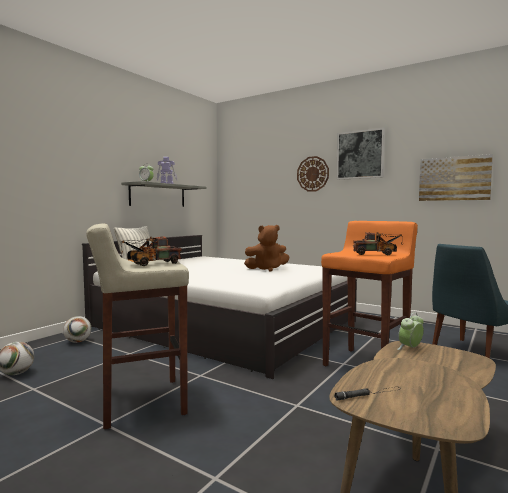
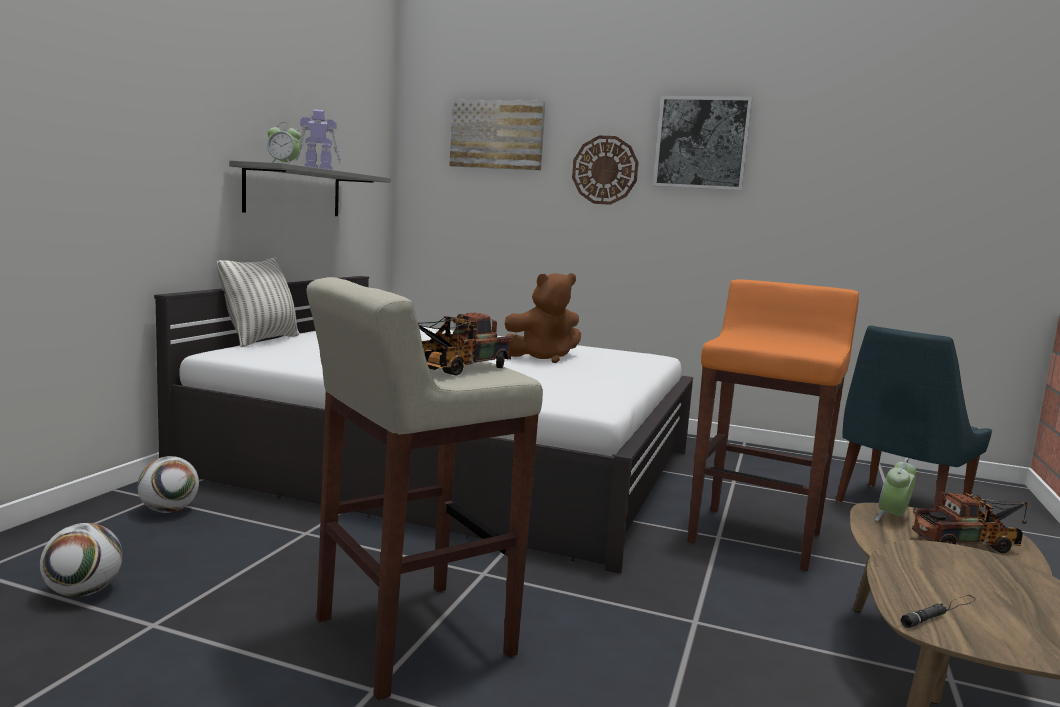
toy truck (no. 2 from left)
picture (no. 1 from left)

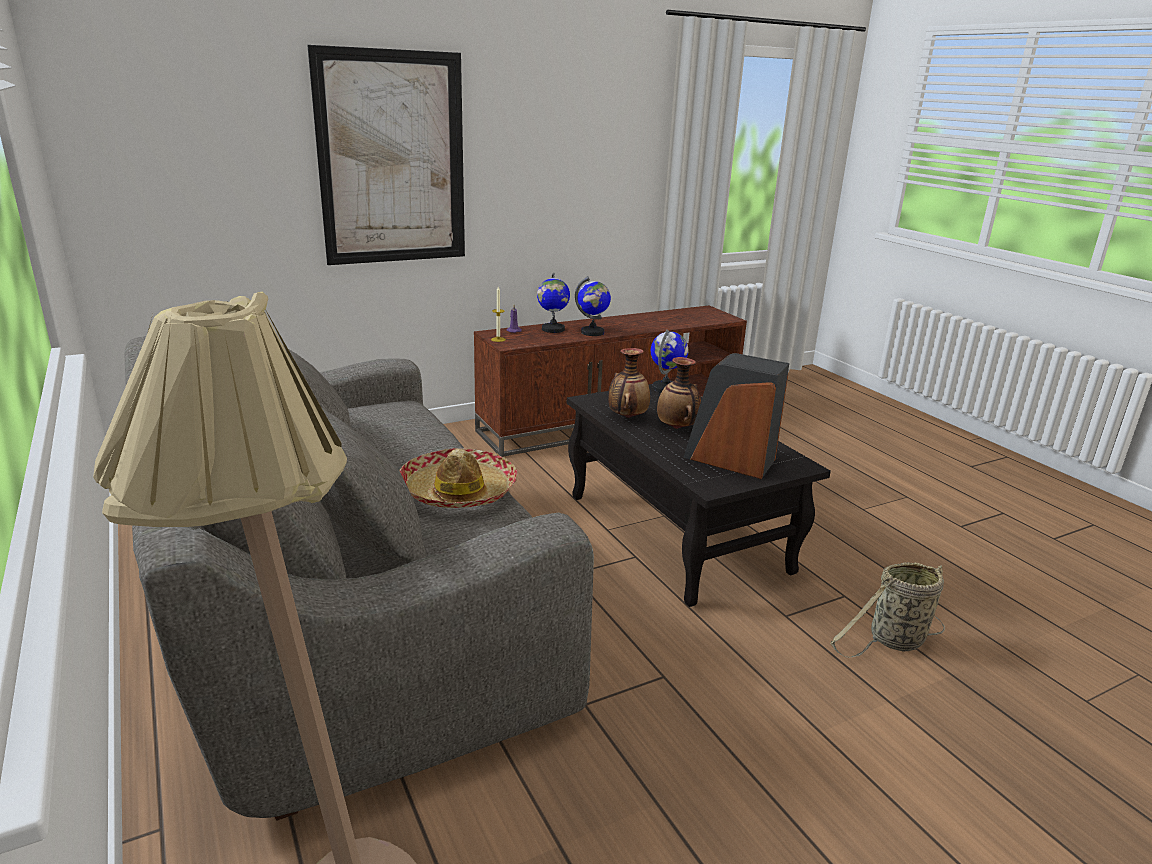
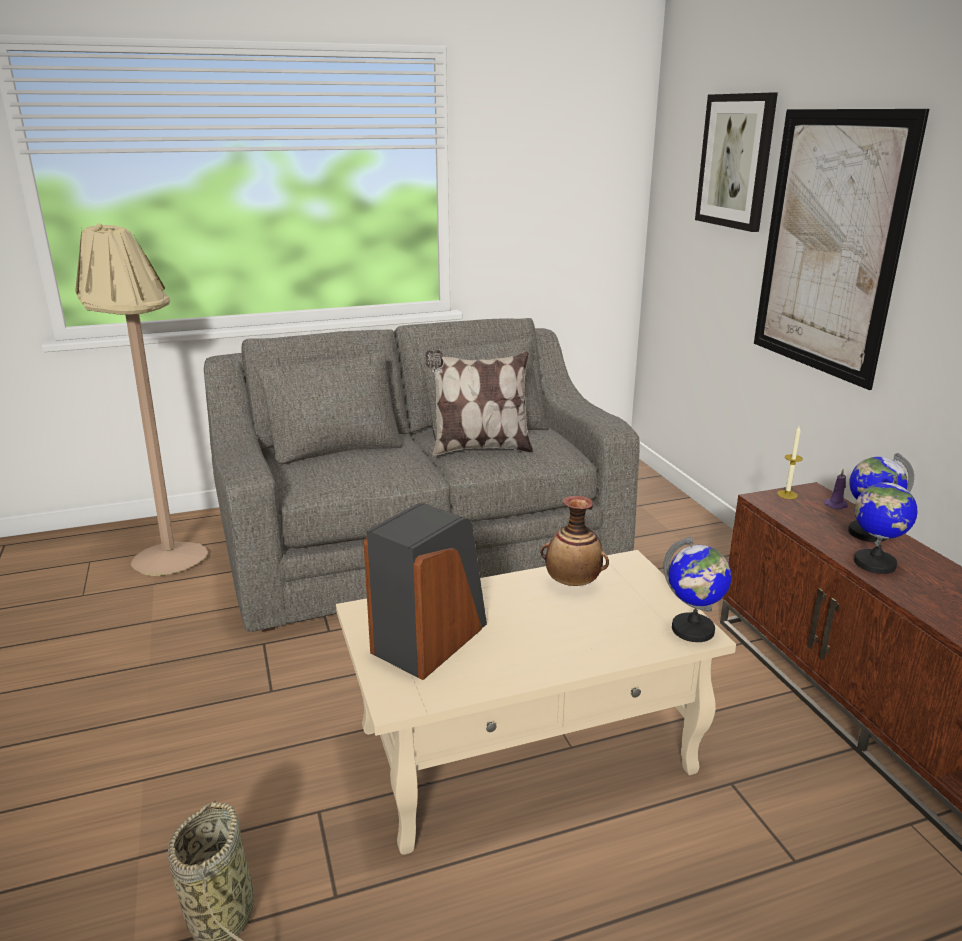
hat
vase (no. 2 from left in the first image)
pillow
picture (no. 1 from left)
coffee table in beige

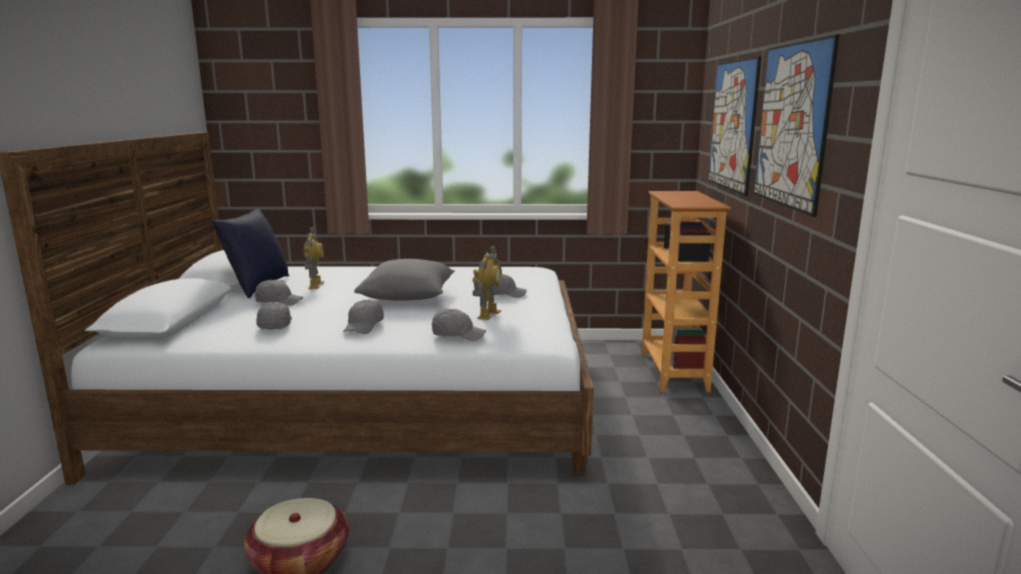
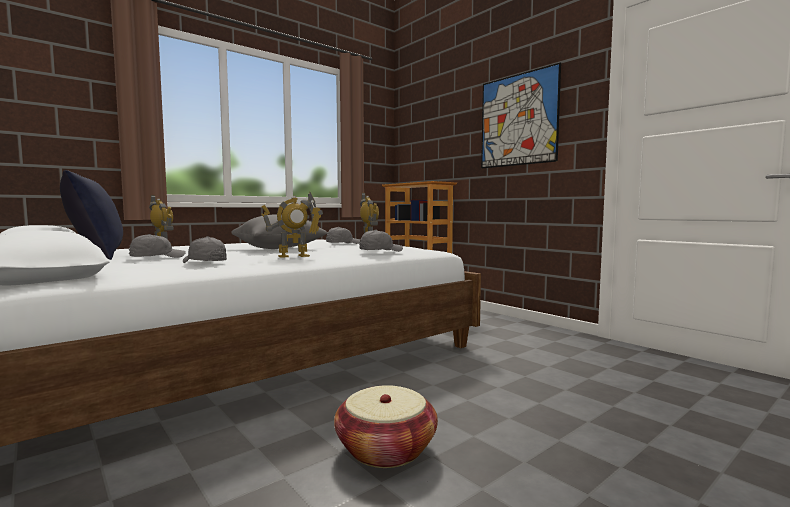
picture (no. 1 from left in the first image)
toy robot (no. 2 from left)

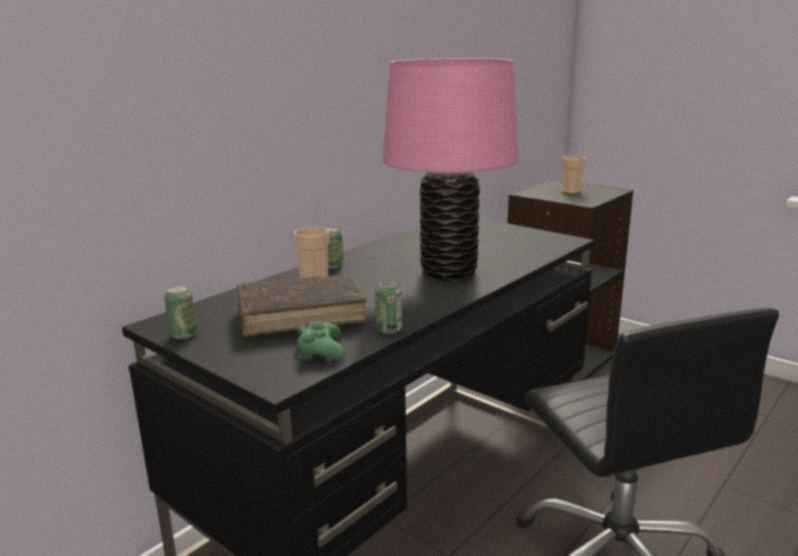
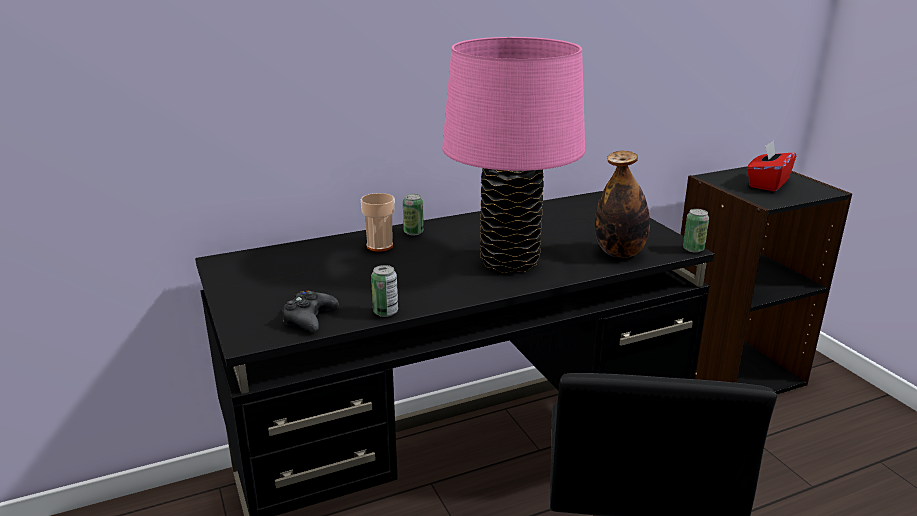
book in brown
bottle
can (no. 3 from left)
tissue box in red
game controller in black

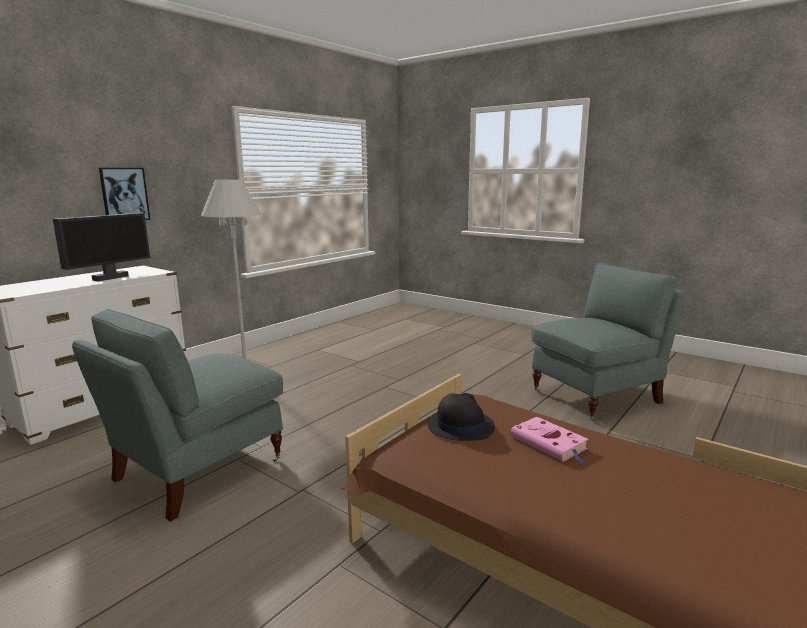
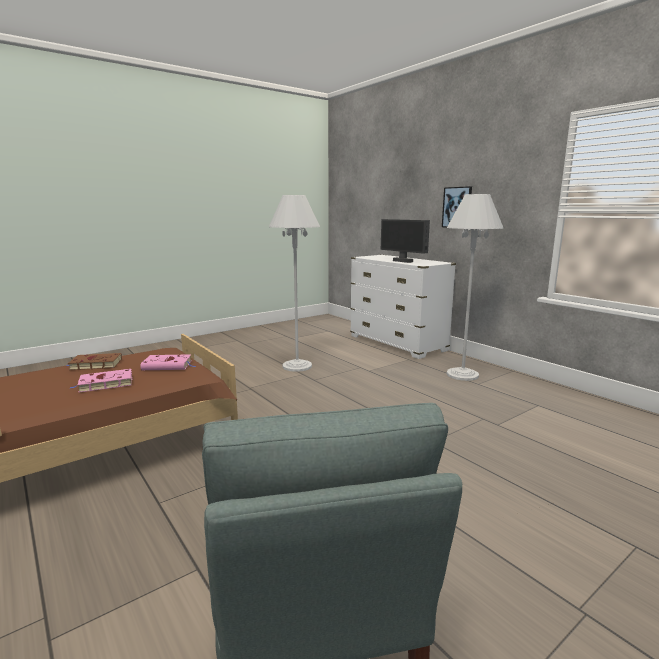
book in brown
floor lamp in white (no. 1 from left)
book in pink (no. 2 from left)

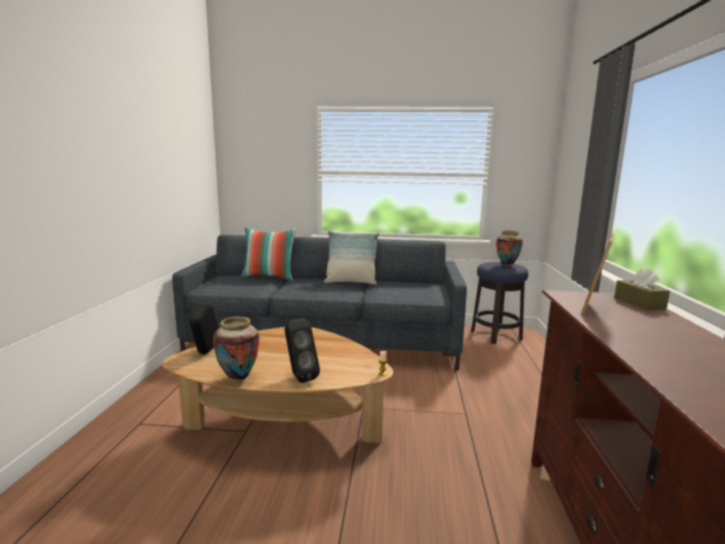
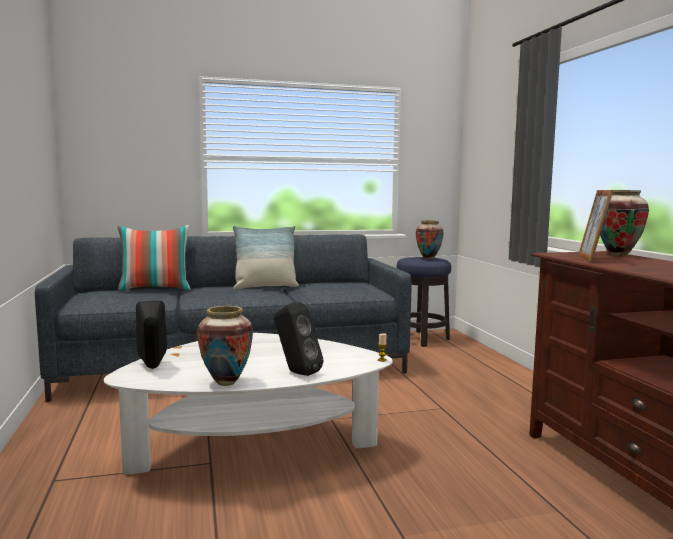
vase (no. 3 from left)
coffee table in white

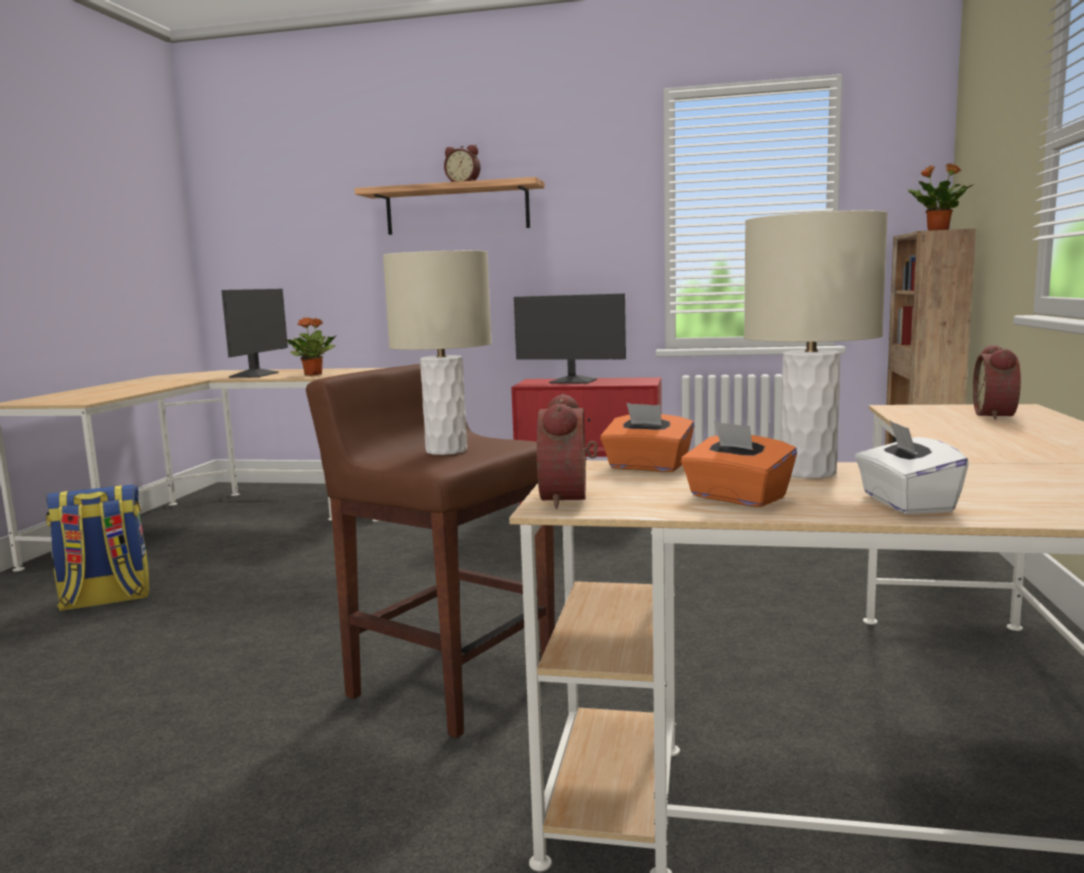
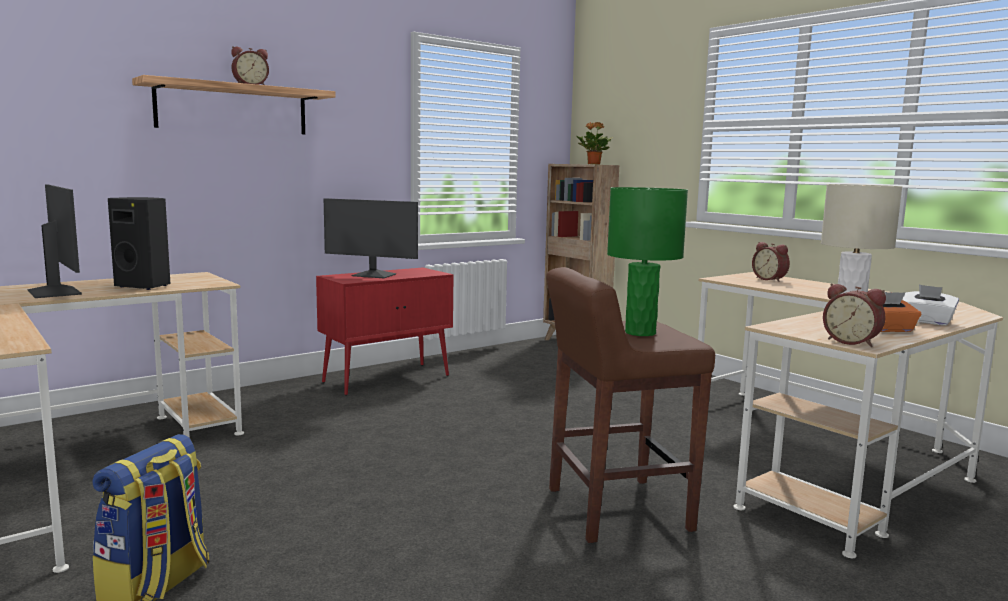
tissue box in orange (no. 1 from left in the first image)
speaker in black
table lamp in green
monitor (no. 2 from left)

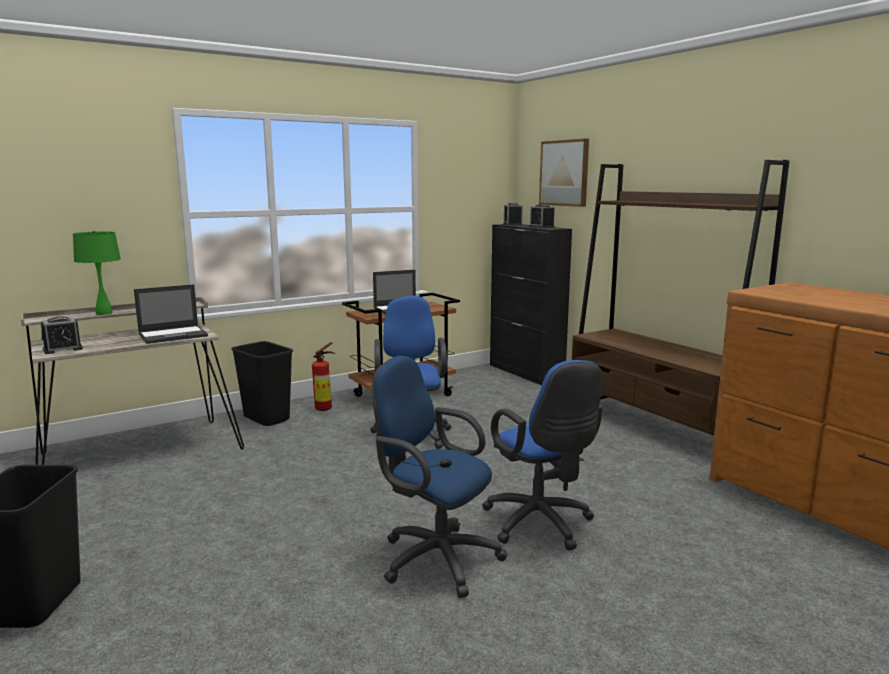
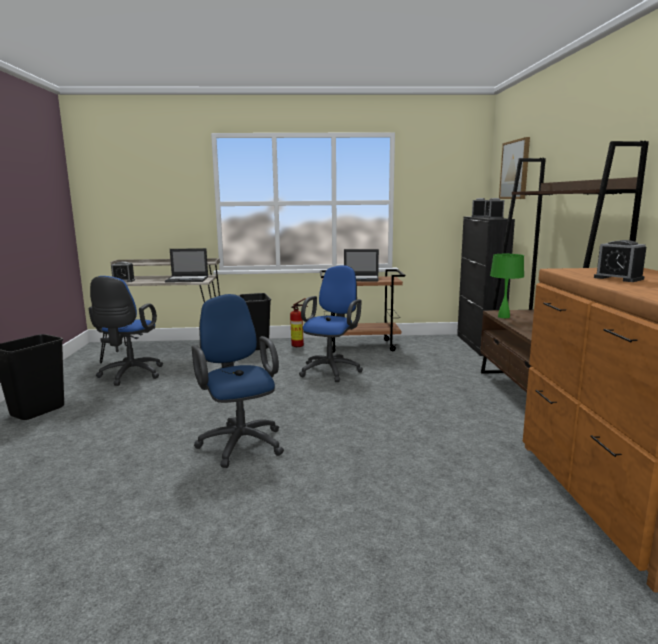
alarm clock (no. 4 from left)
table lamp in green
office chair in blue (no. 1 from left)

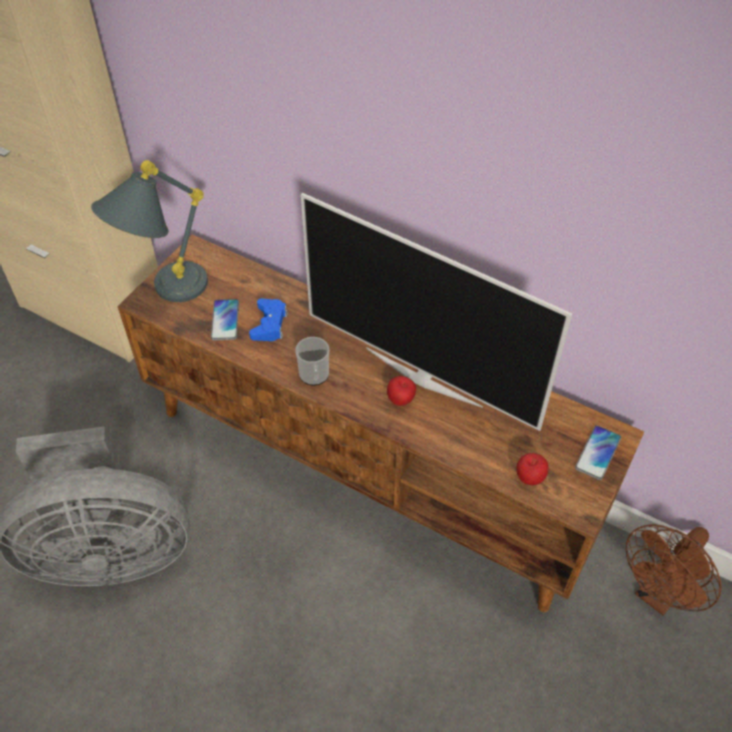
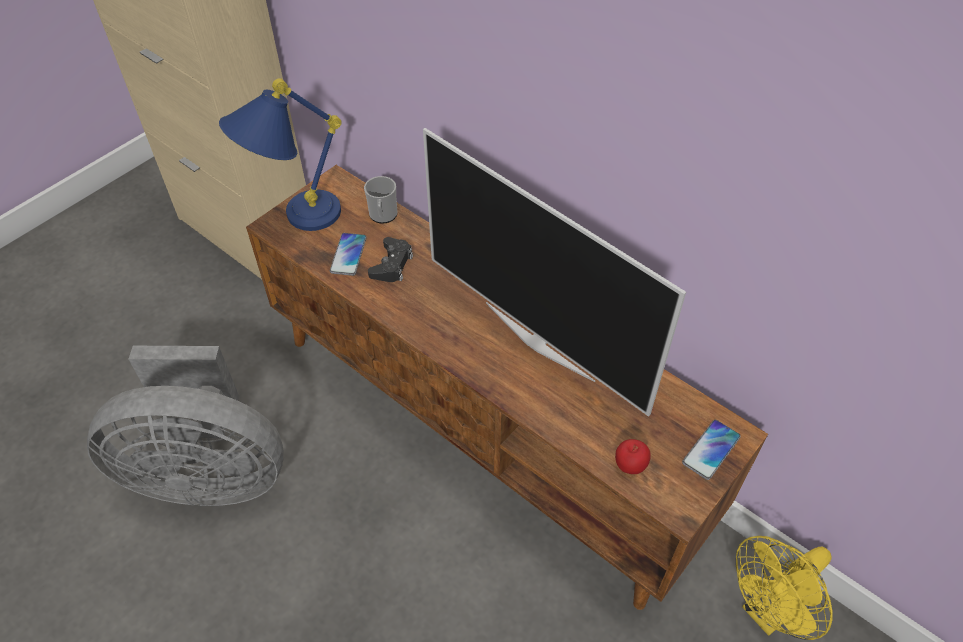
apple (no. 1 from left in the first image)
mug
table lamp in blue
game controller in black
fan in yellow

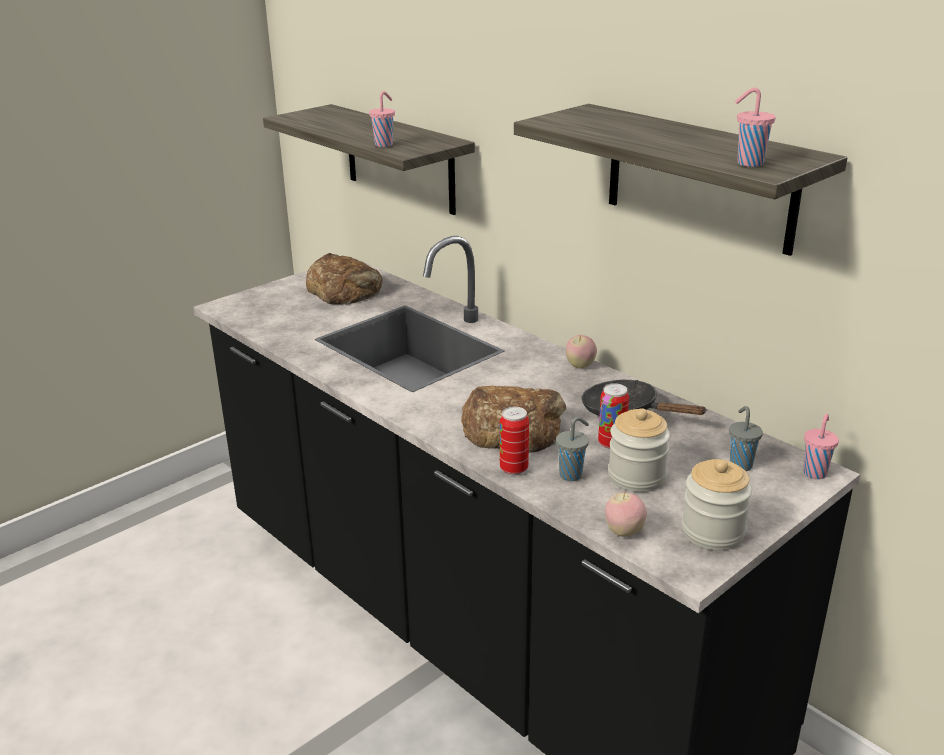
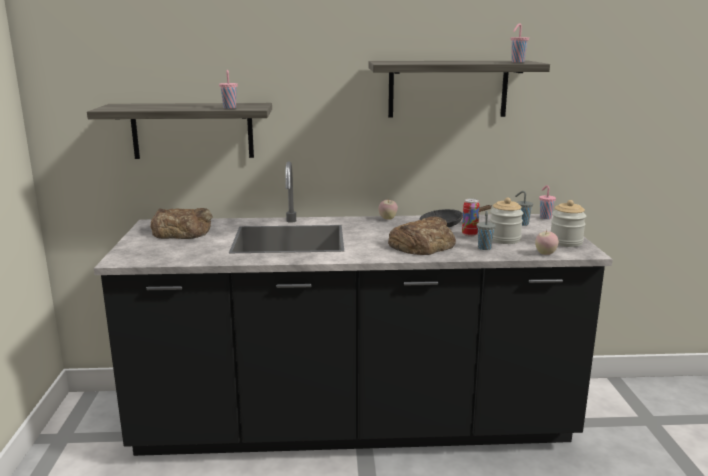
can (no. 1 from left in the first image)

